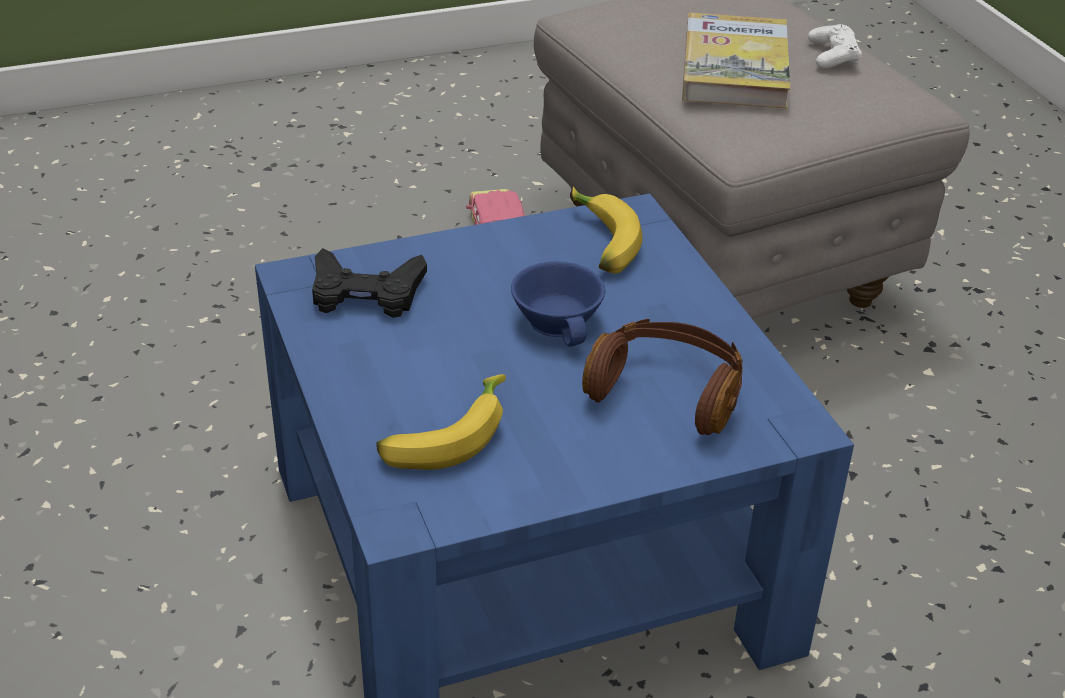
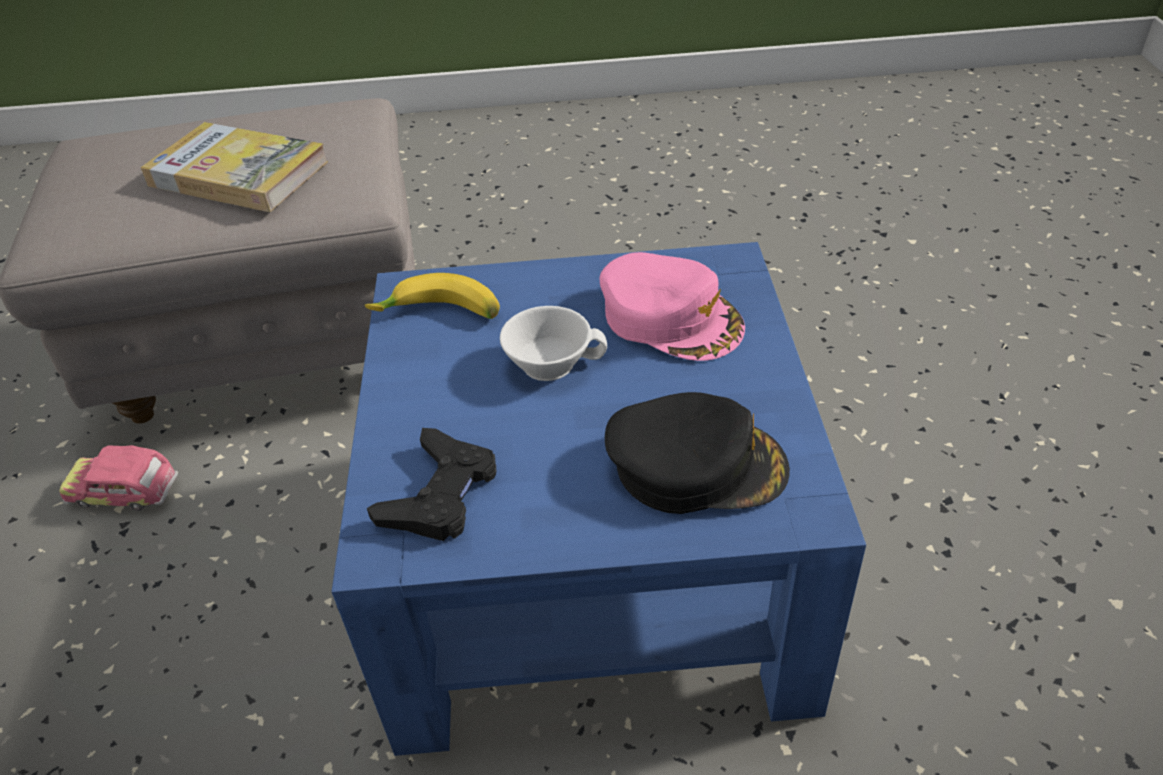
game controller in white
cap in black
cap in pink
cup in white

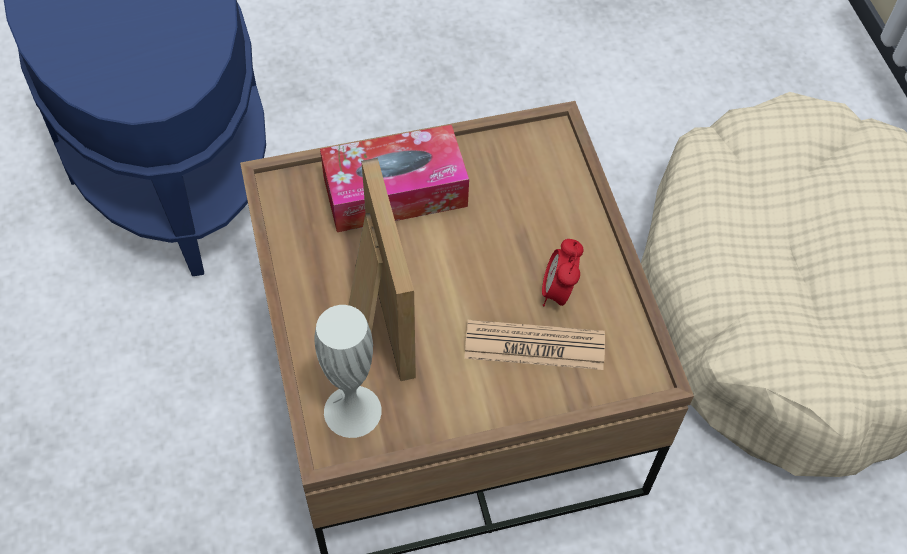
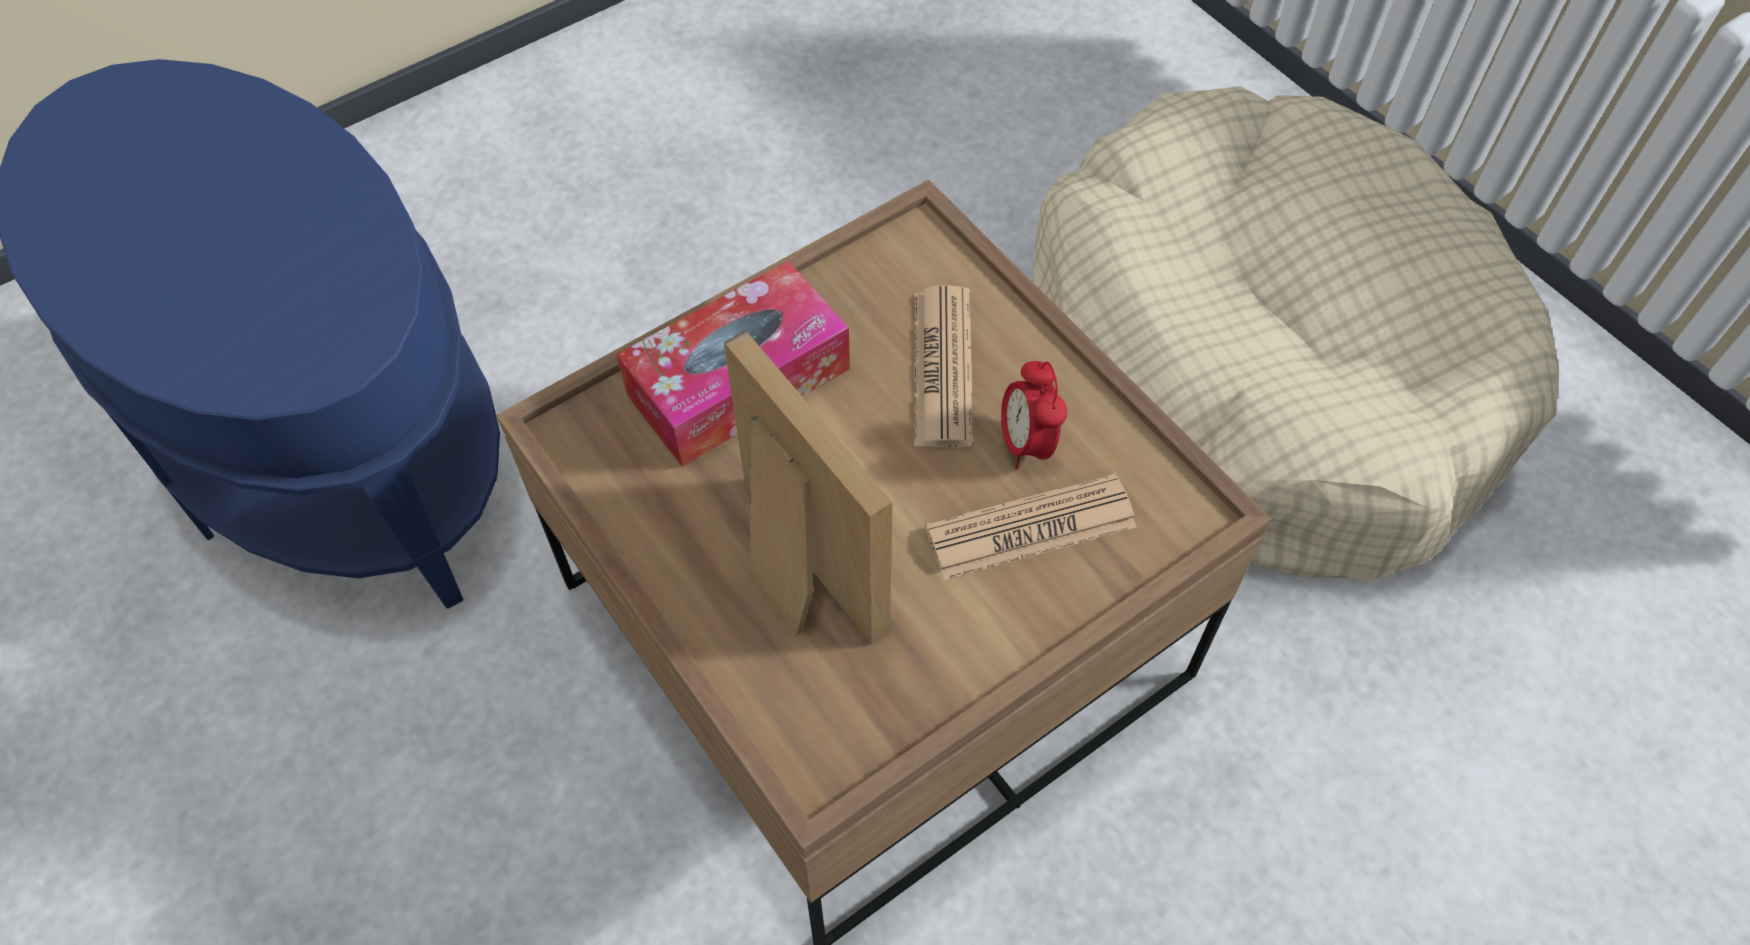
vase in white
newspaper (no. 1 from left)

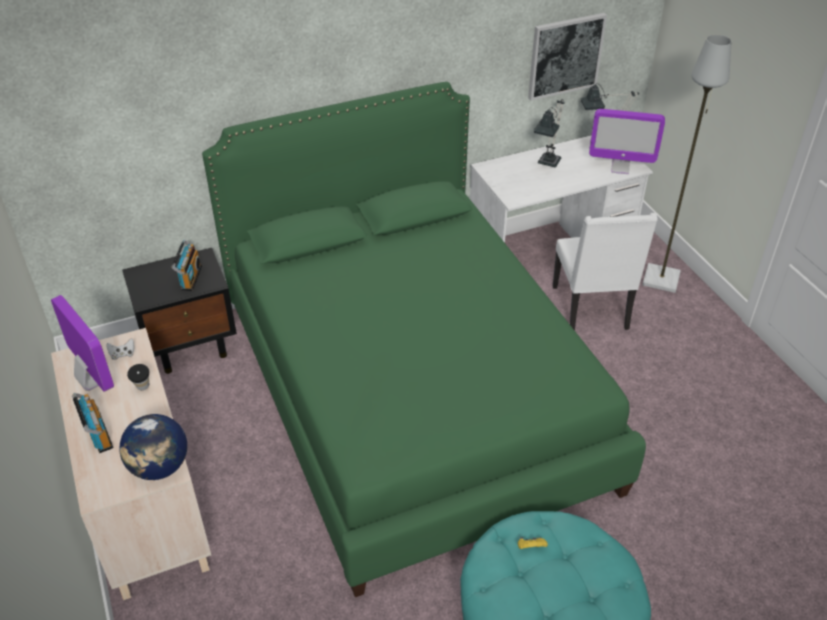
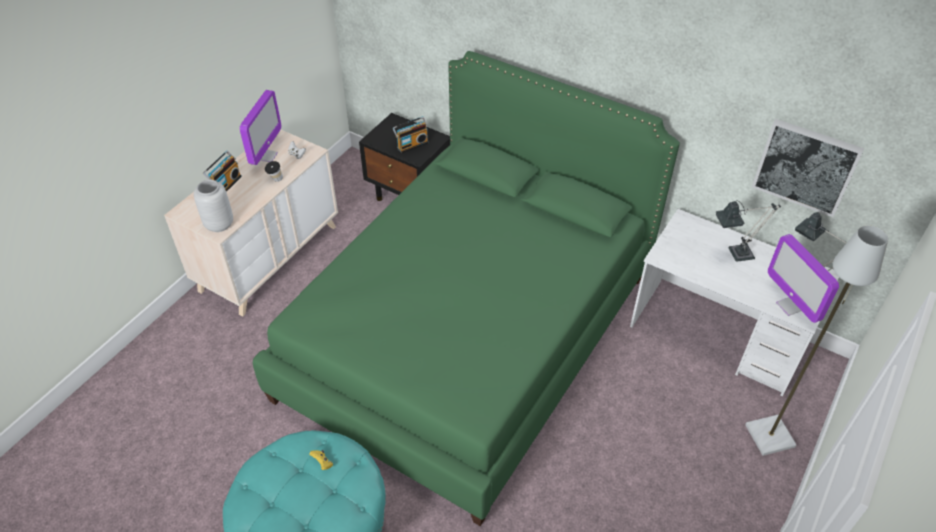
chair in white
vase in grey

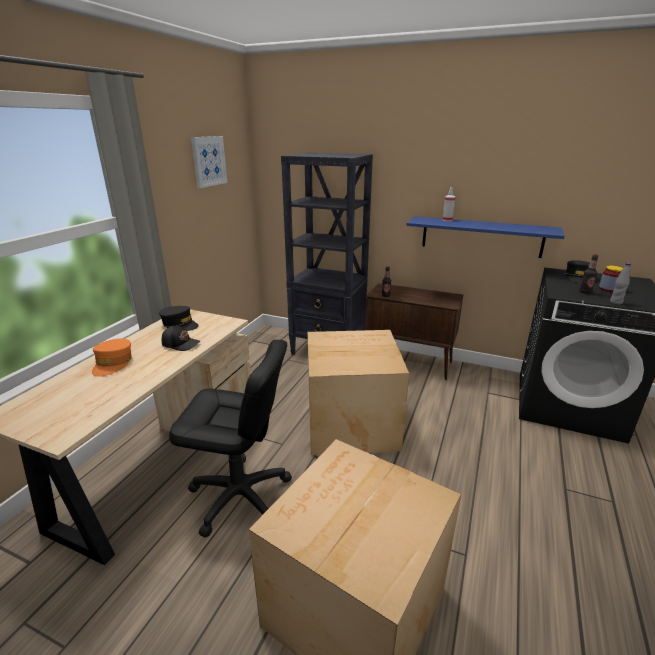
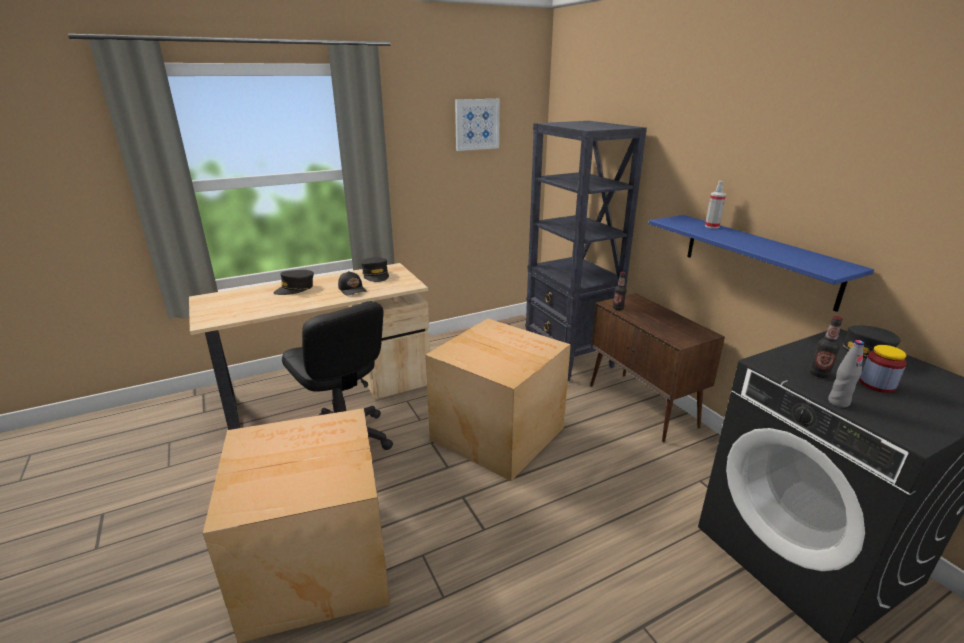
cap in black (no. 1 from left)

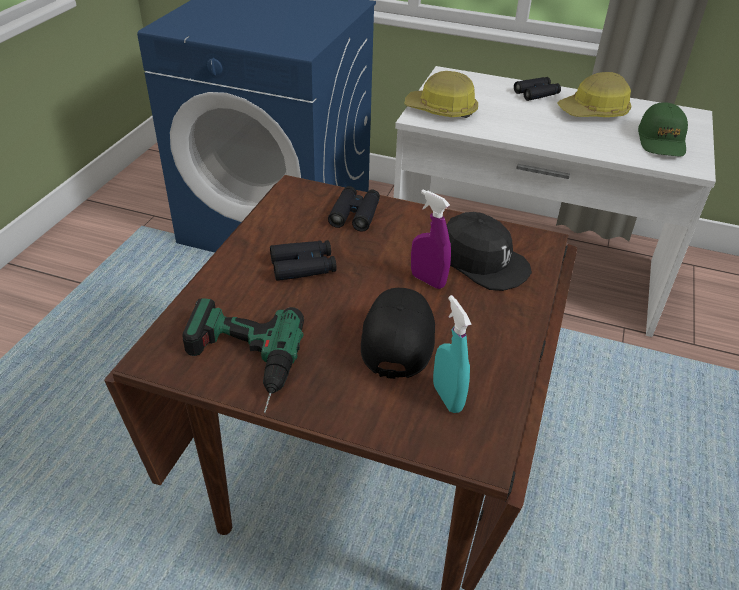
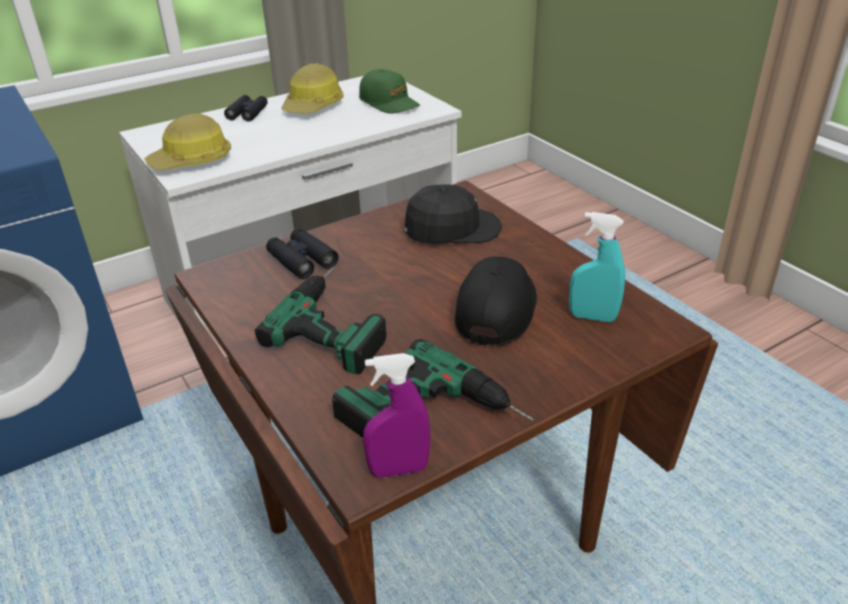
spray bottle in purple
power drill (no. 1 from left)
cap in black (no. 2 from left)

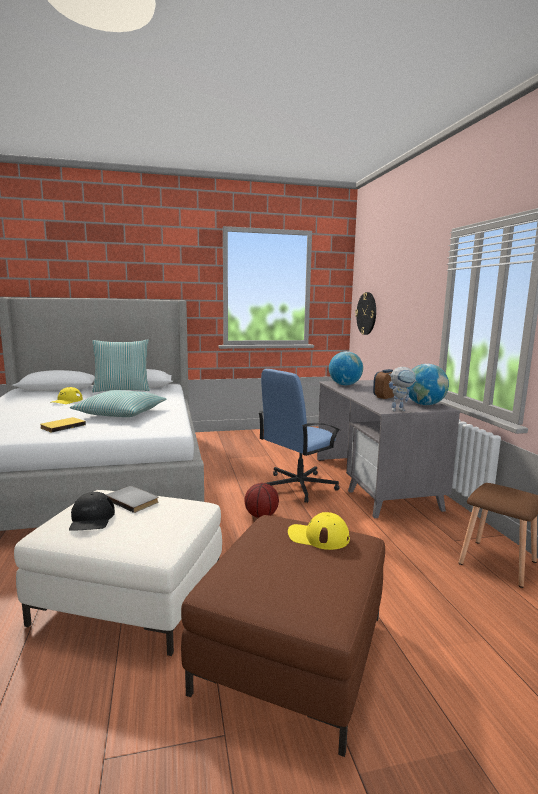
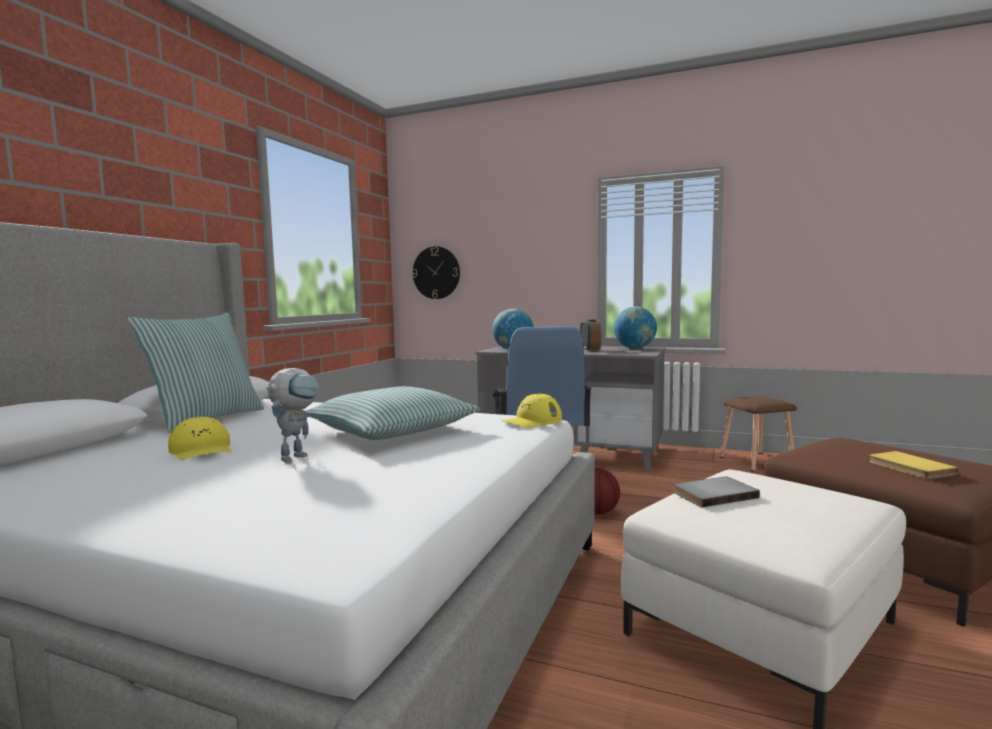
cap in black
book in yellow
cap in yellow (no. 2 from left)
toy robot

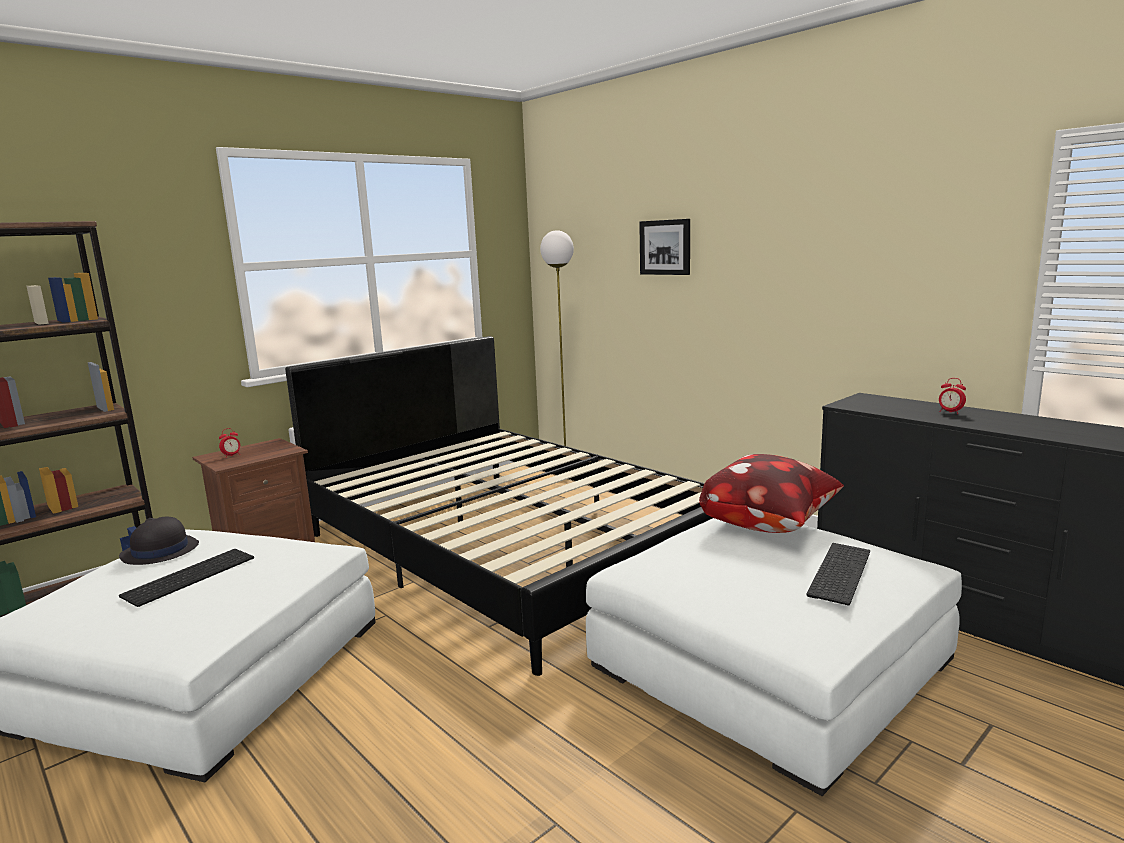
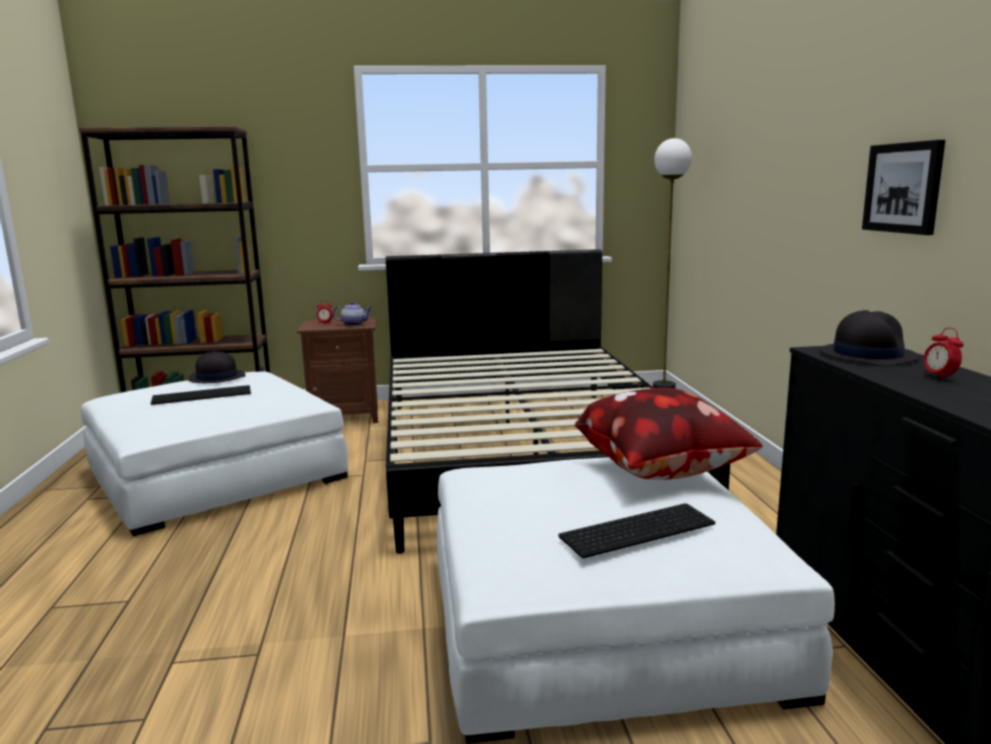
teapot
hat in black (no. 2 from left)
picture

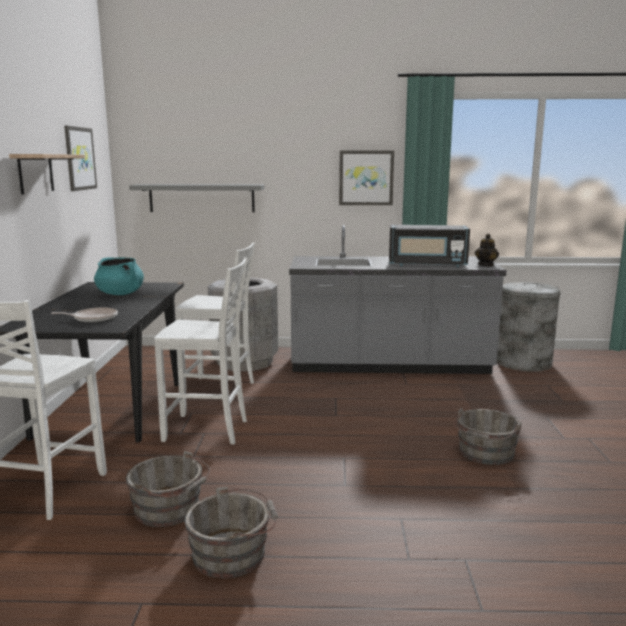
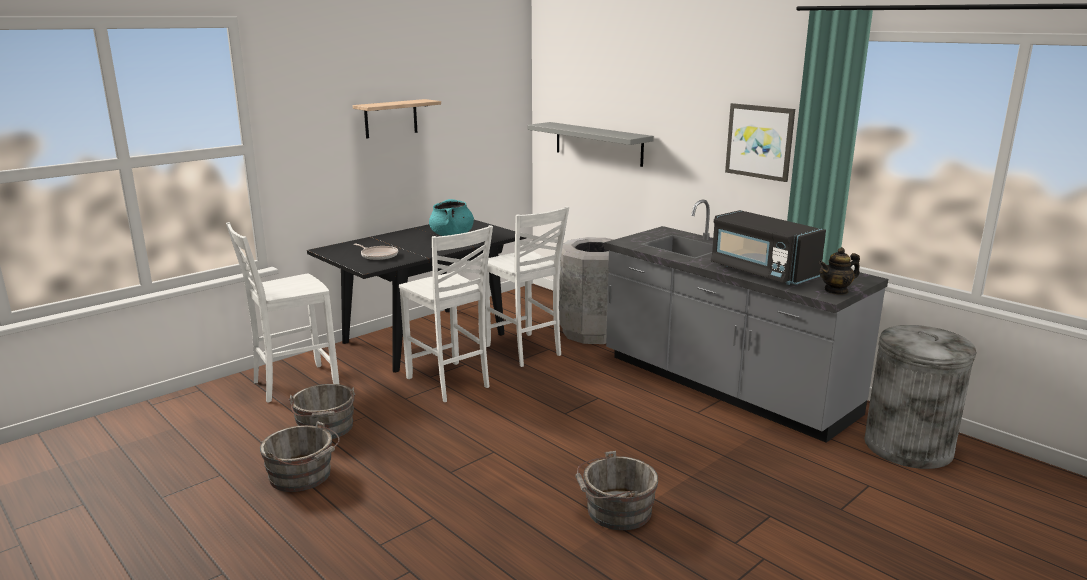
picture (no. 1 from left in the first image)

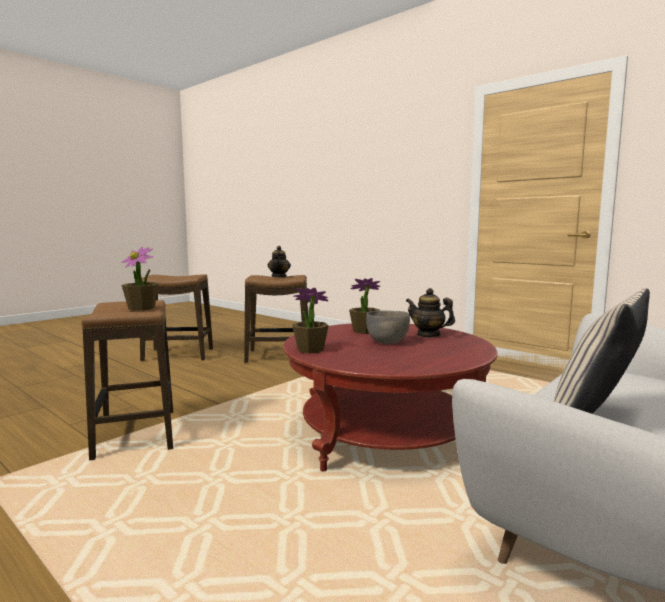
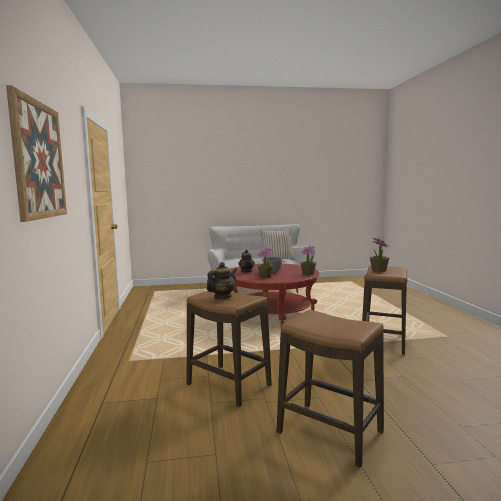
picture

